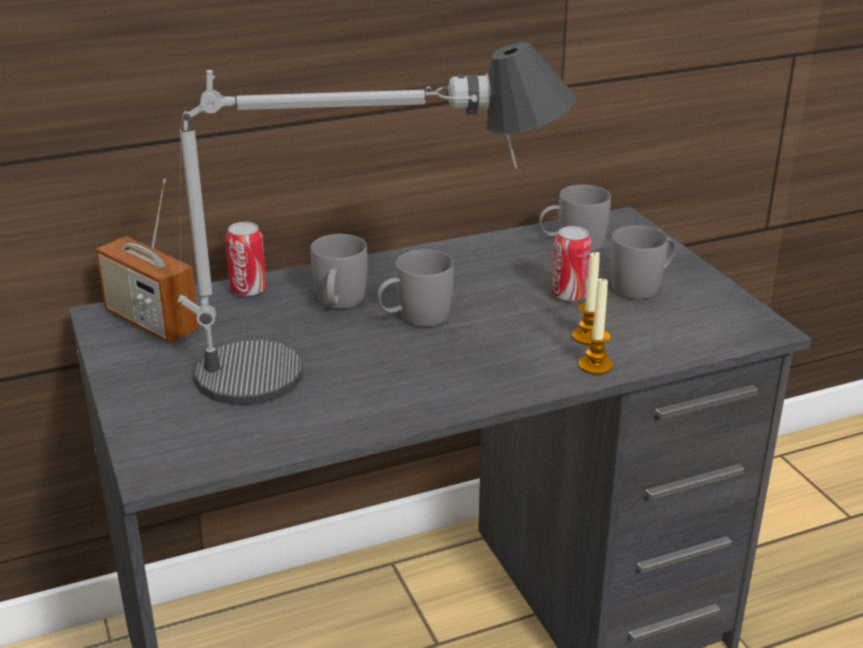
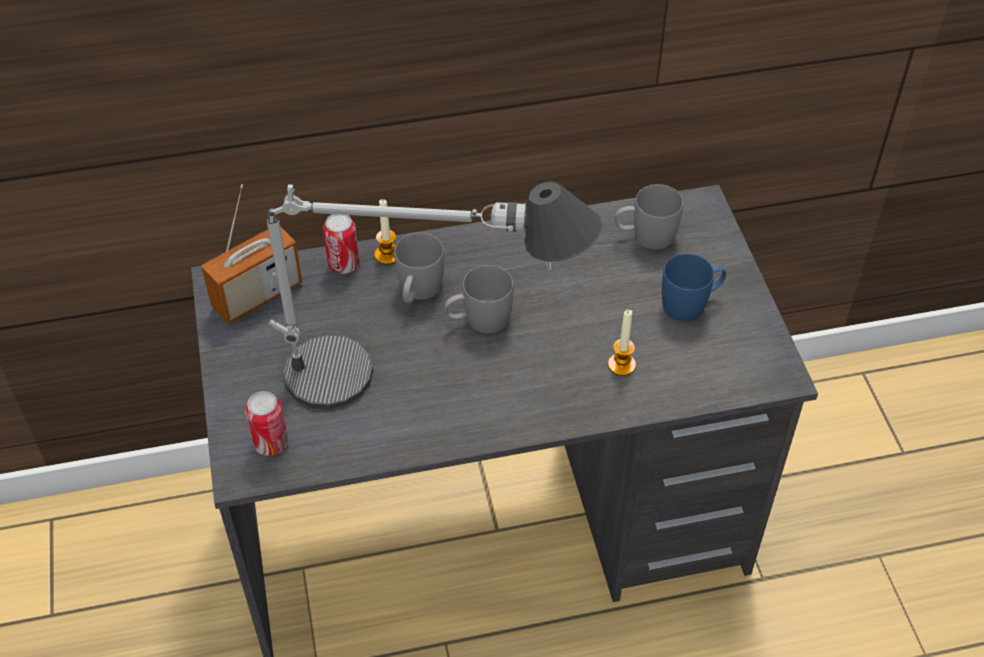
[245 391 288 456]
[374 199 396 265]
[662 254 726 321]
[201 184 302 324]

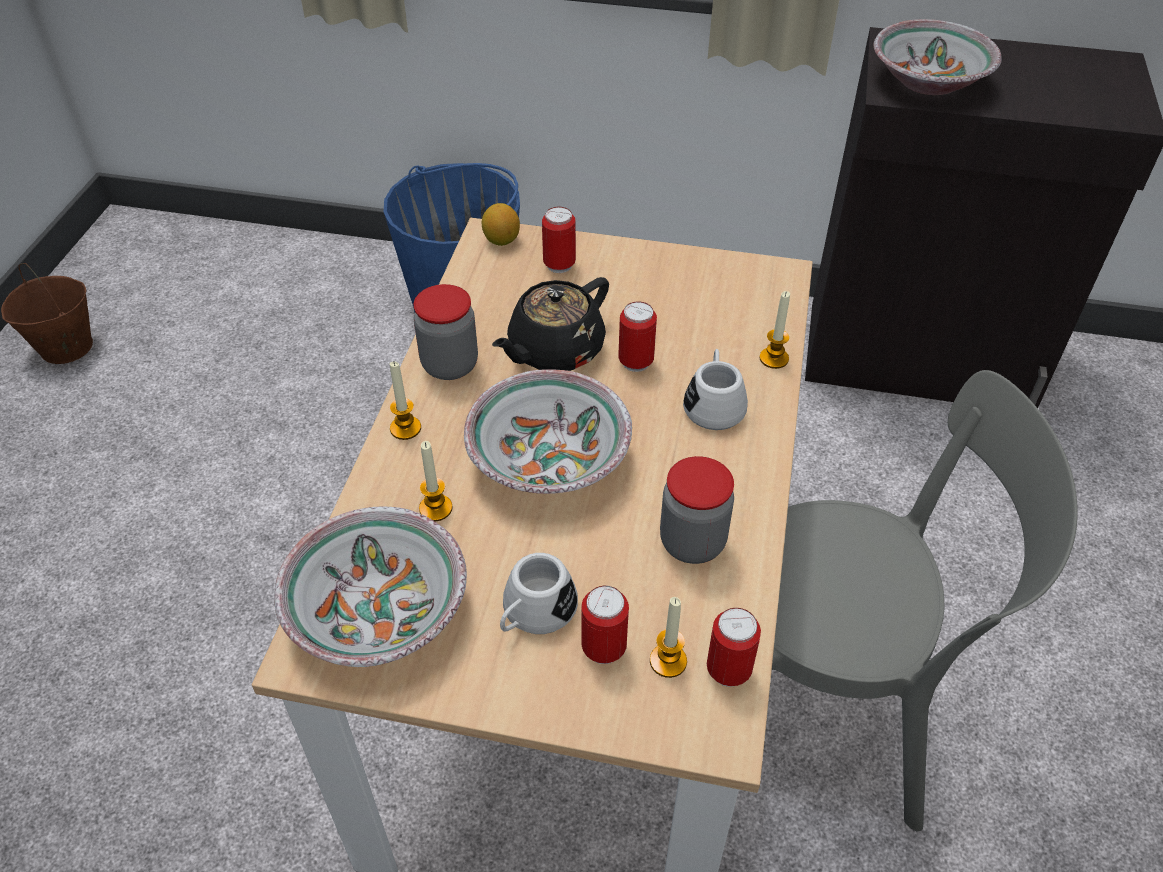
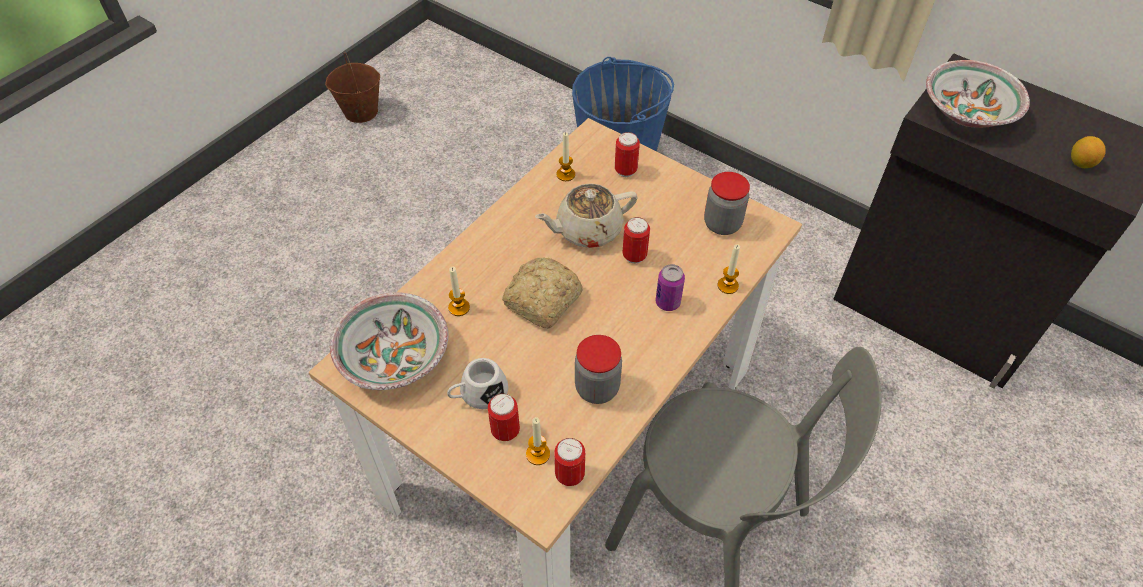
[556 132 575 181]
[704 172 750 235]
[1071 136 1106 168]
[502 258 583 328]
[656 264 685 311]
[535 183 638 248]

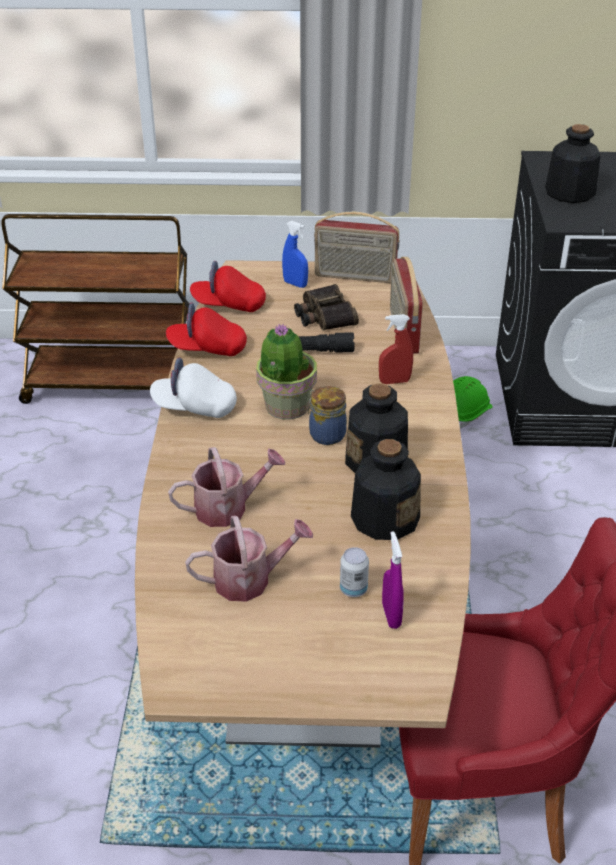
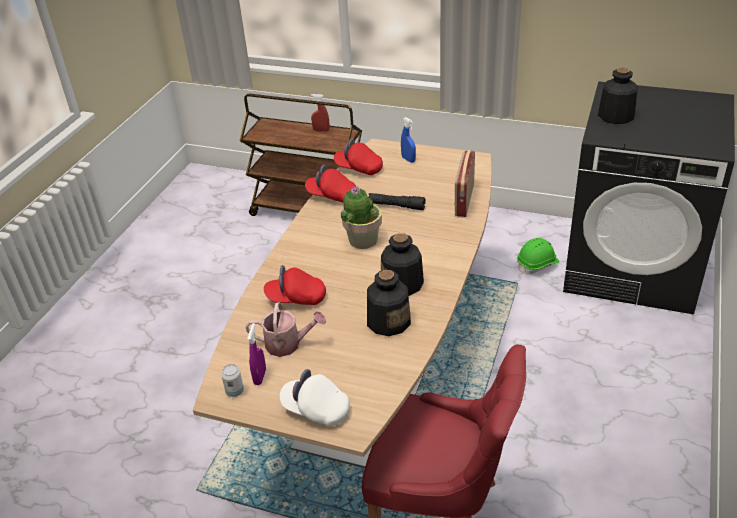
[294 284 359 331] (first image)
[308 386 347 445] (first image)
[314 212 400 283] (first image)
[280 369 350 426]
[221 364 244 397]
[311 94 329 131]
[247 323 266 385]
[264 265 326 305]

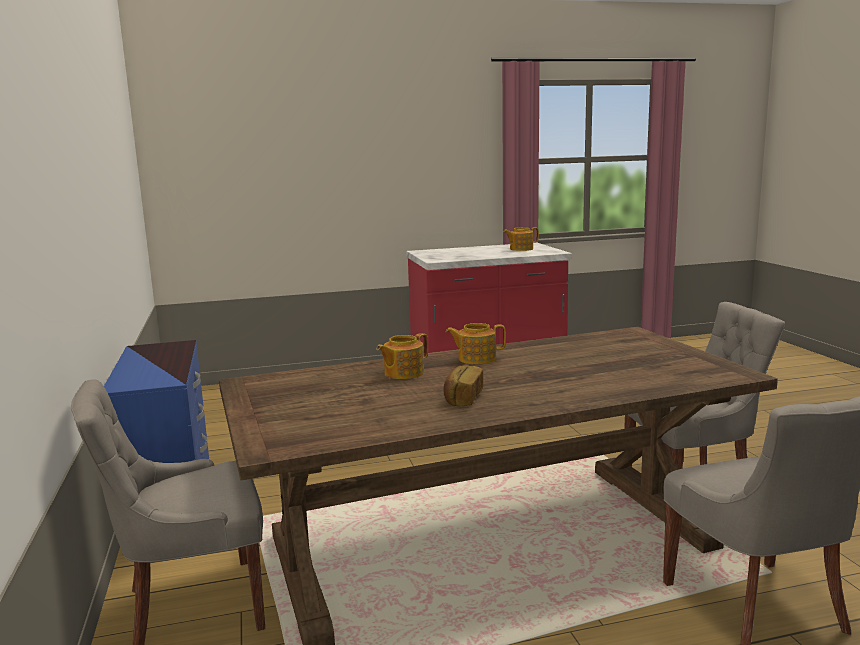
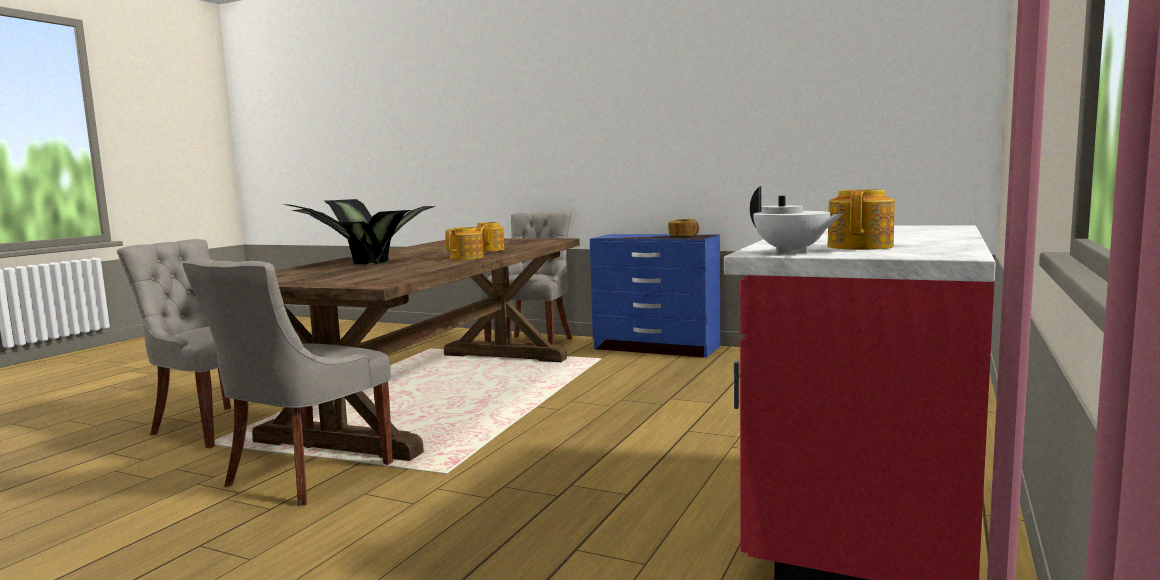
[283 199 436 265]
[750 186 843 254]
[668 219 699 236]

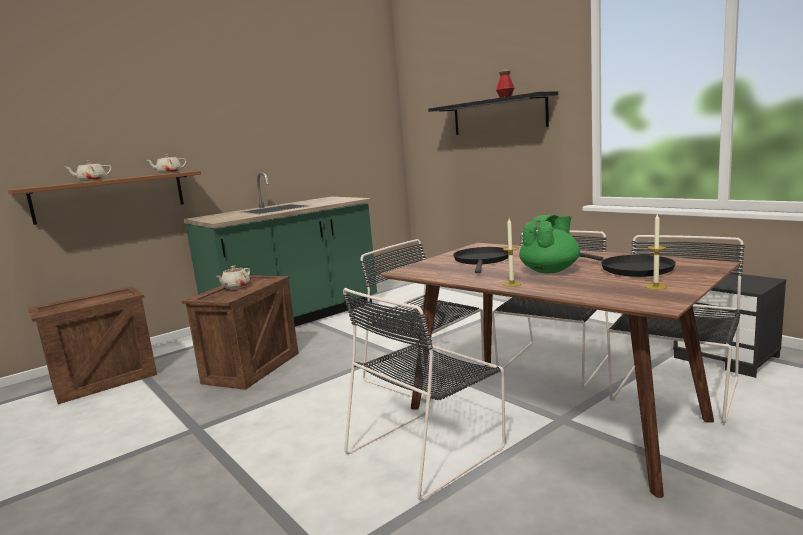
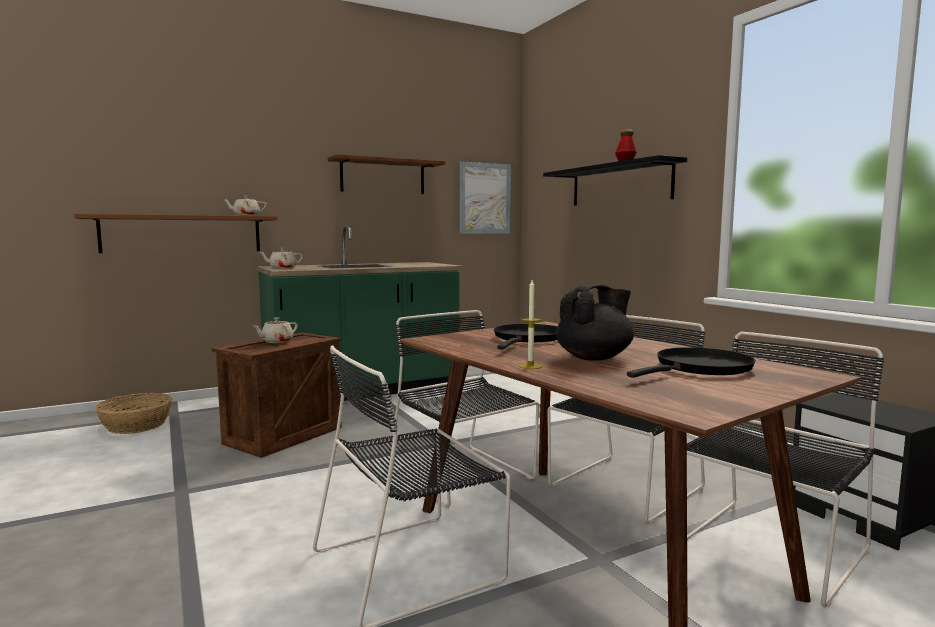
[645 214 667 290] (first image)
[328 154 445 194]
[460 161 511 233]
[259 247 303 269]
[95 393 172 434]
[556 285 634 361]
[627 347 756 378]

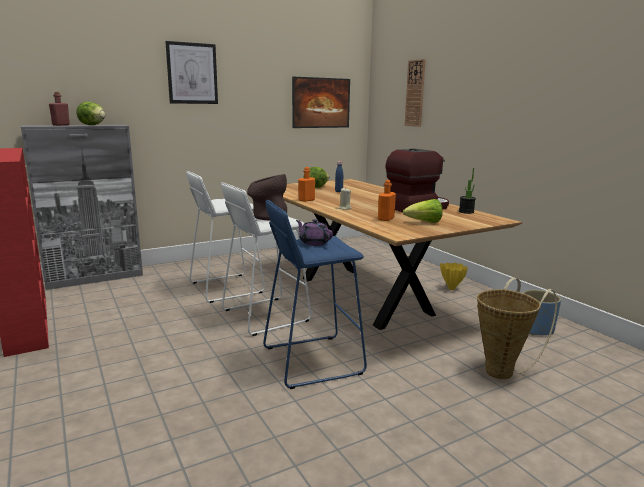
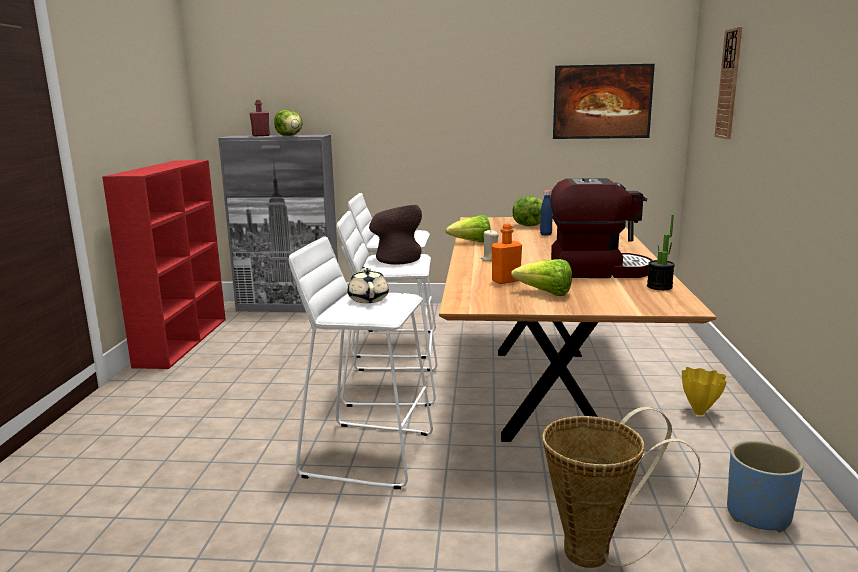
[165 41 218 104] (first image)
[445 215 490 242]
[289 237 433 489]
[347 267 389 303]

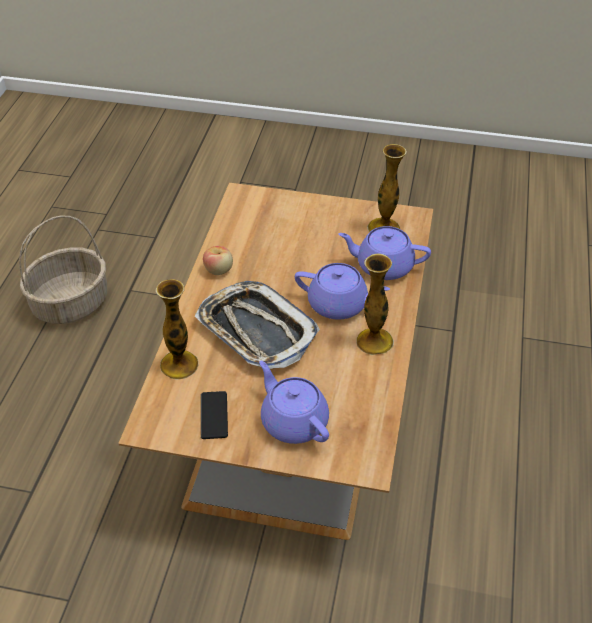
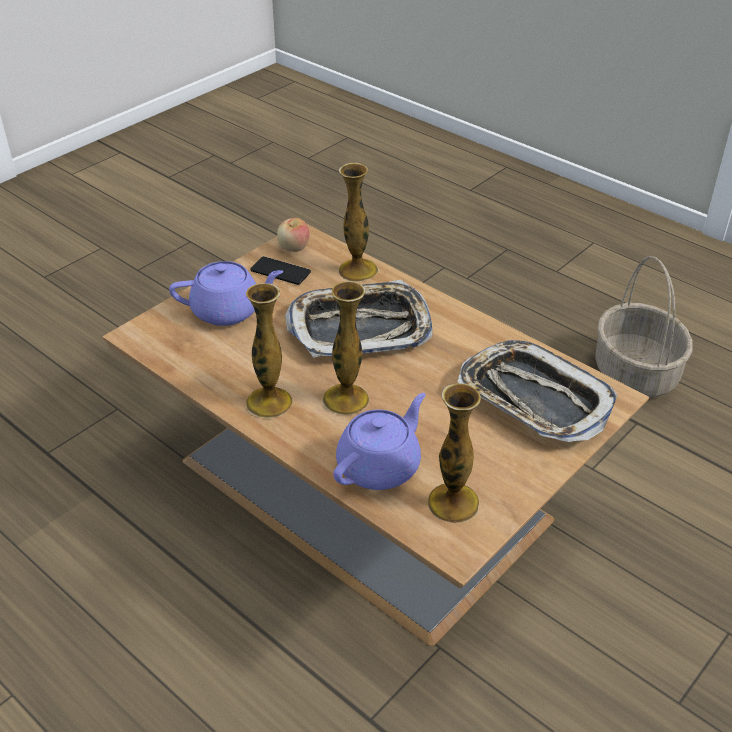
[458 340 618 442]
[277 218 310 252]
[323 281 369 415]

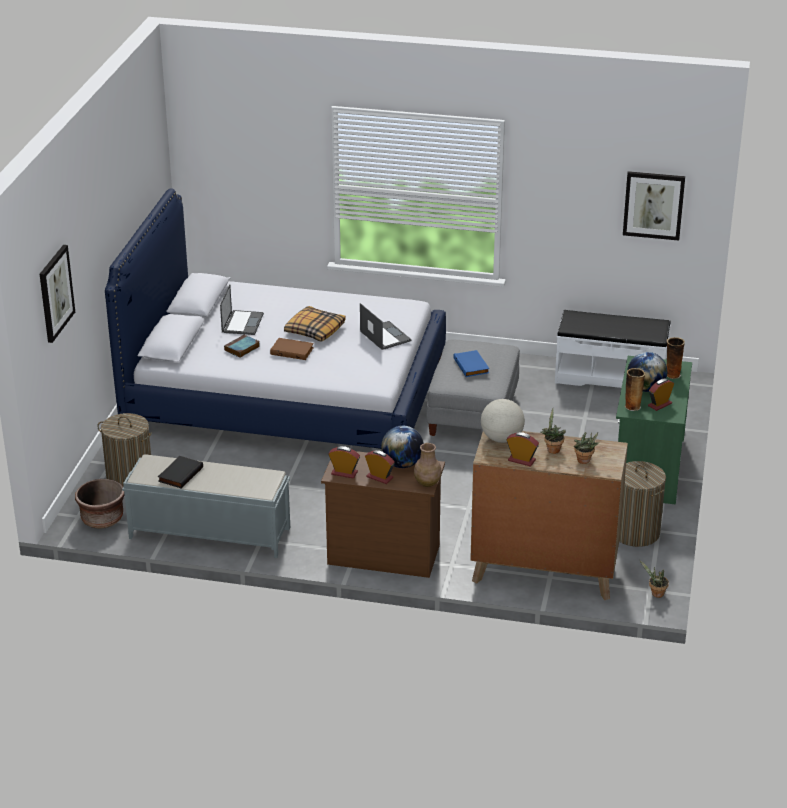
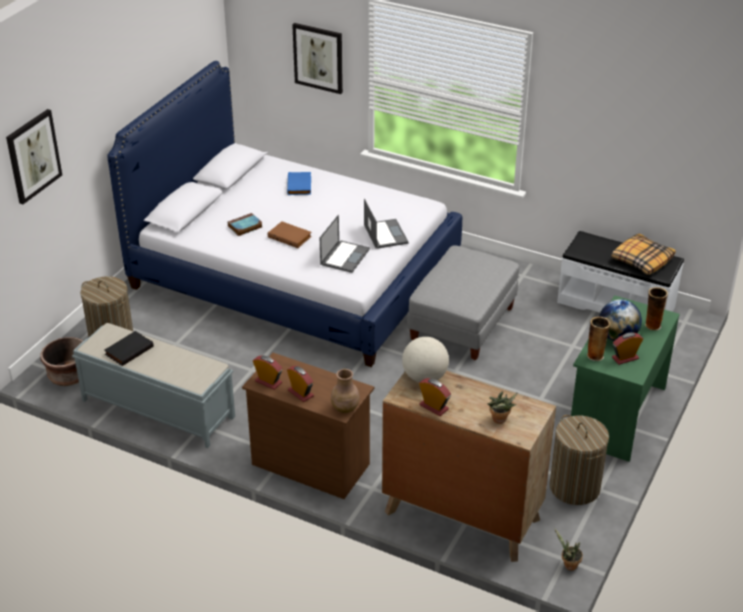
[381 425 424 468] (first image)
[541 408 566 454] (first image)
[320 215 370 273]
[611 233 676 275]
[287 172 311 195]
[292 23 343 94]

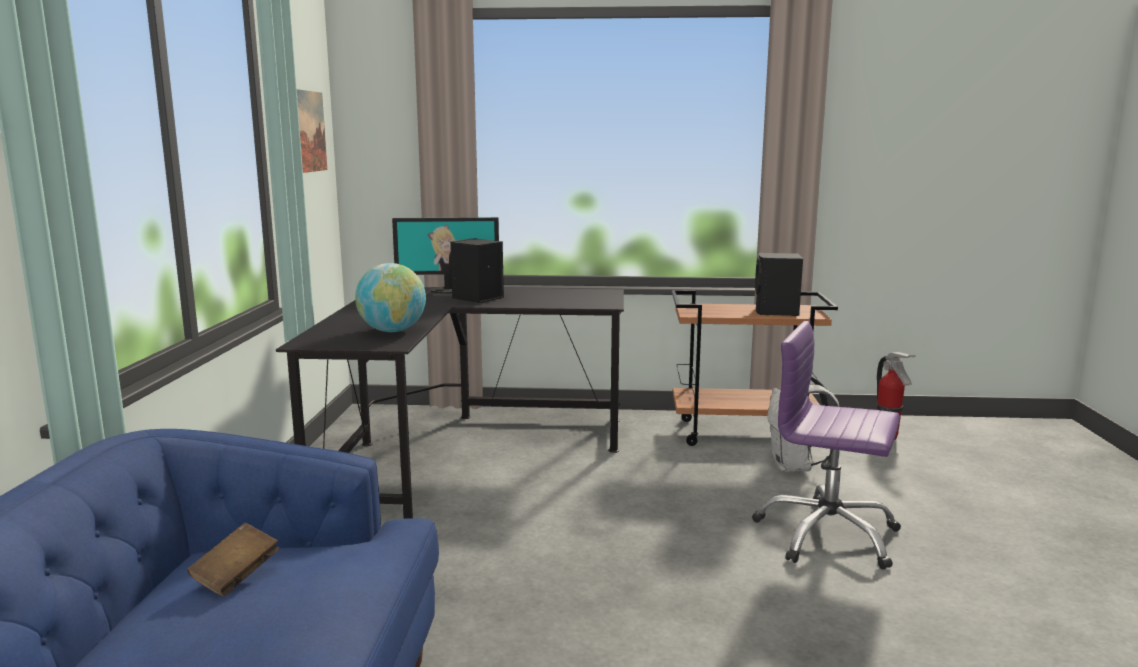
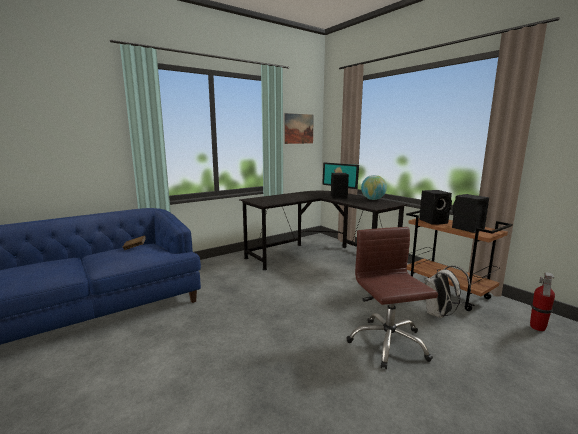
[419 190 452 225]
[361 175 387 200]
[346 227 438 369]

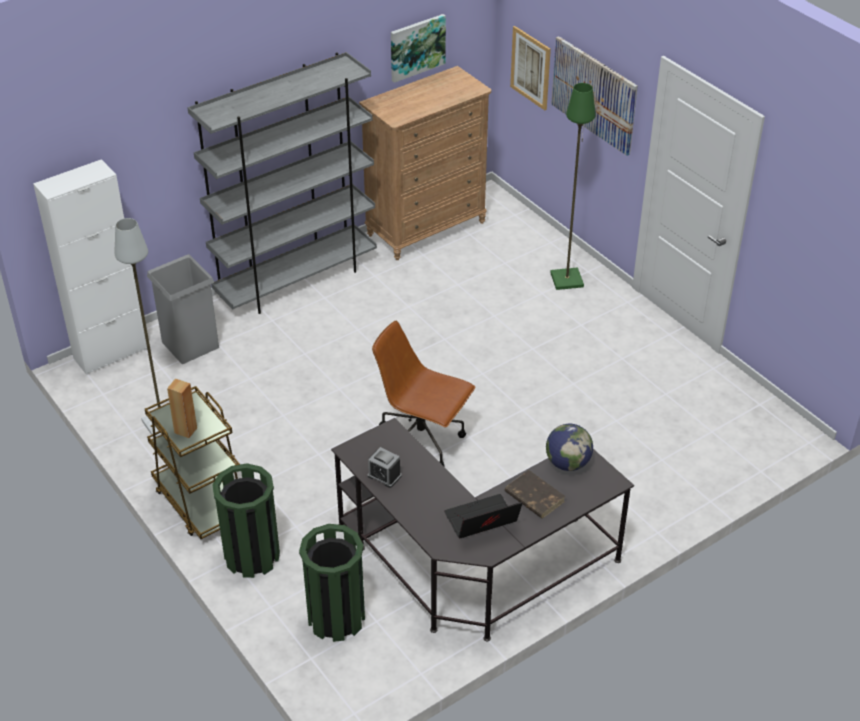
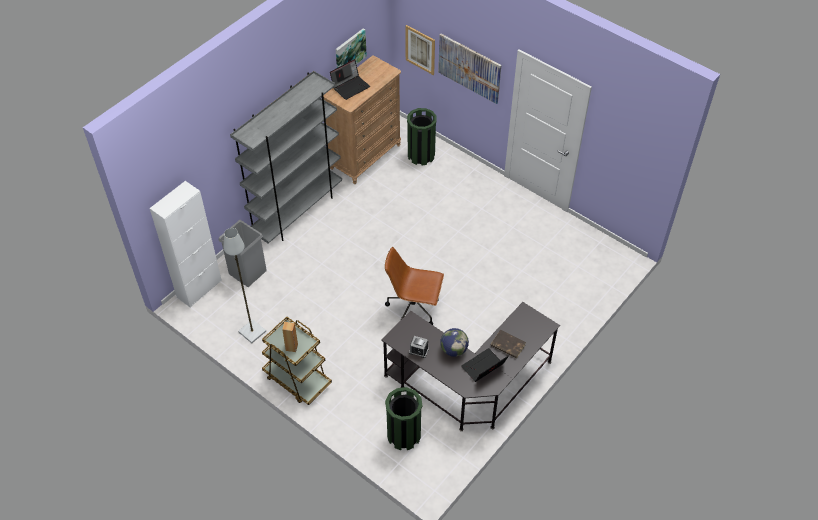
[550 83 596 290] (first image)
[330 59 370 100]
[407 108 437 165]
[440 328 469 357]

